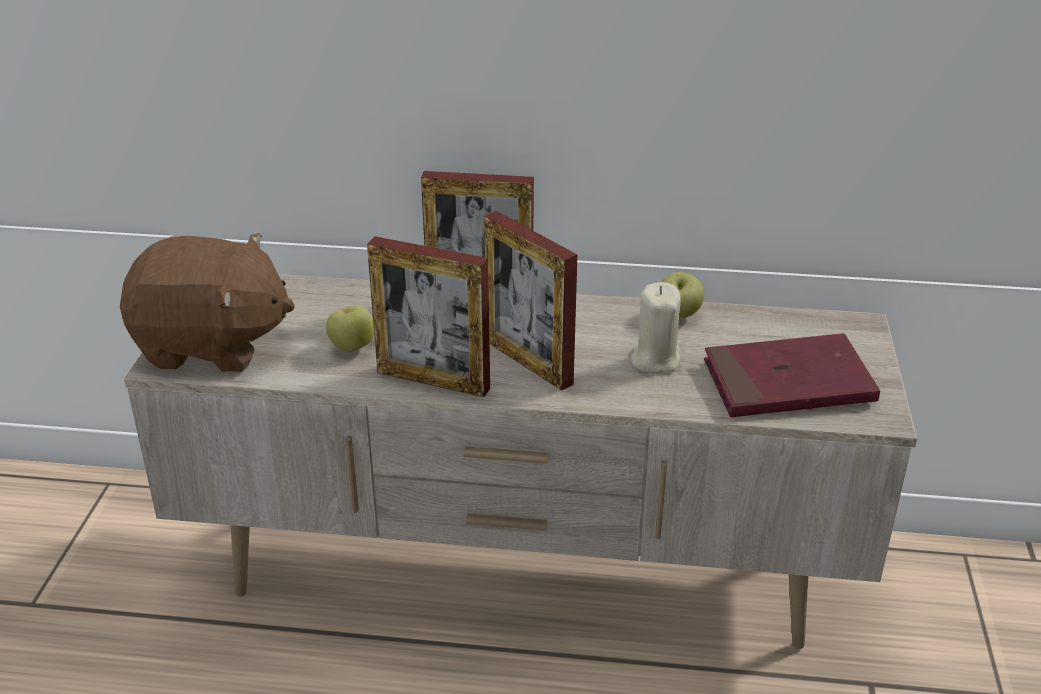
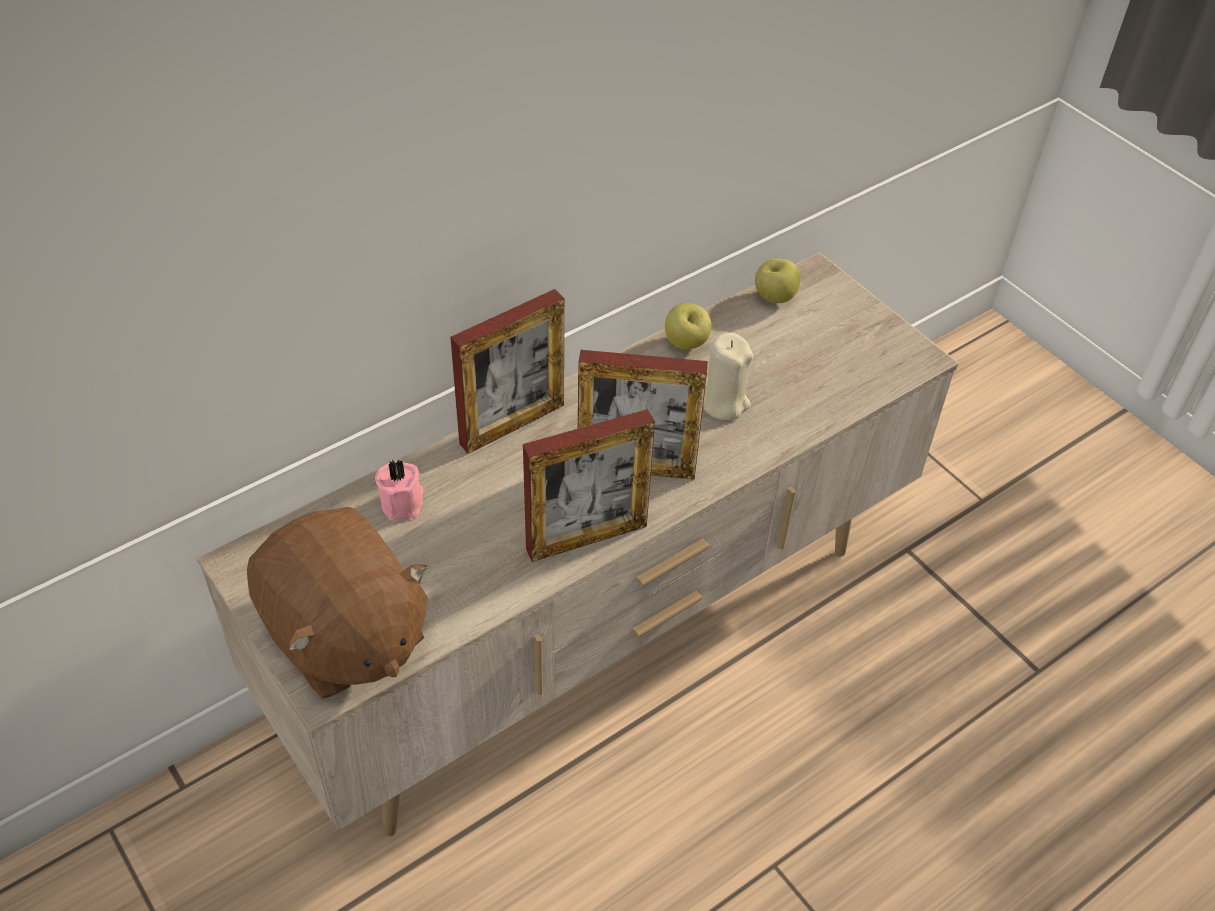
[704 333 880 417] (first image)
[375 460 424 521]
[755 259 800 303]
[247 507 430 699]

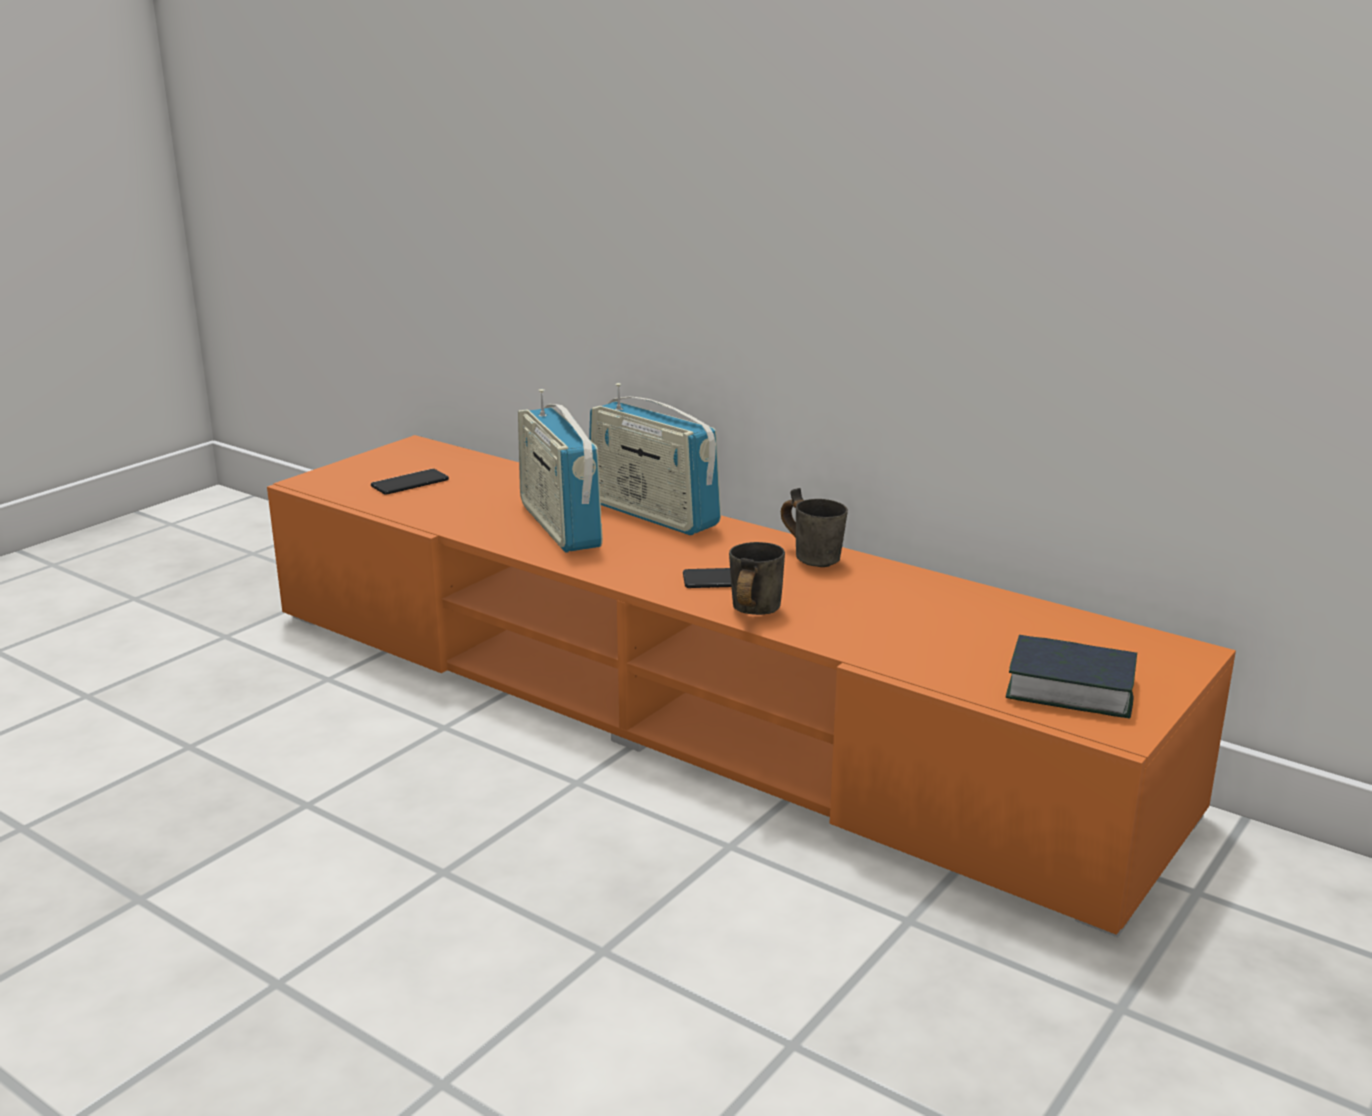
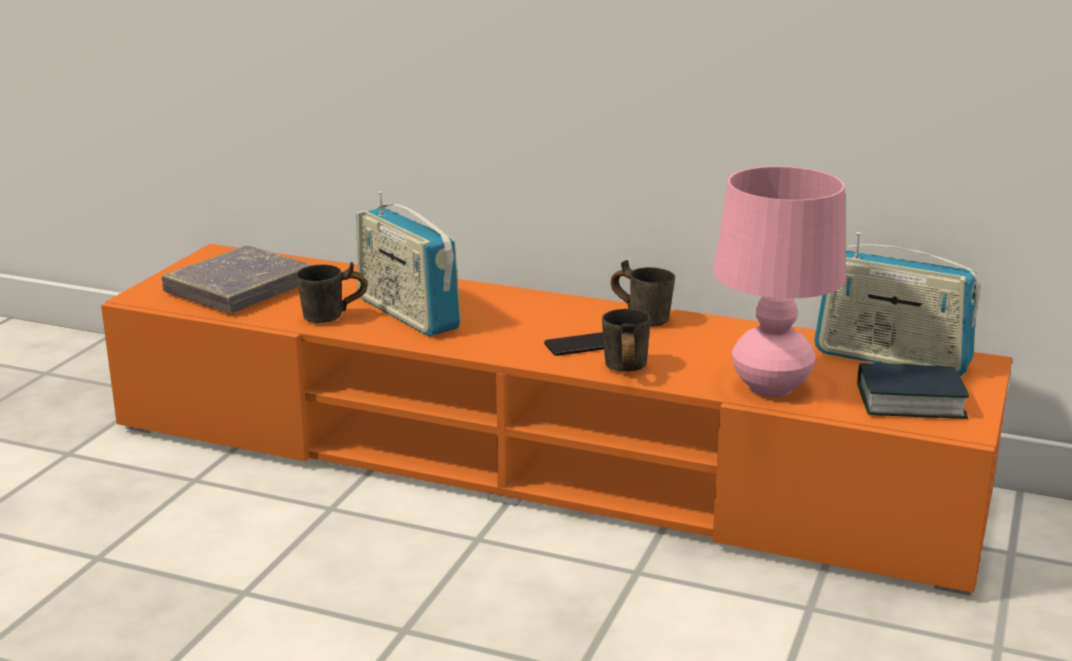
[296 262 367 323]
[713 166 846 397]
[814 232 981 376]
[161 246 312 313]

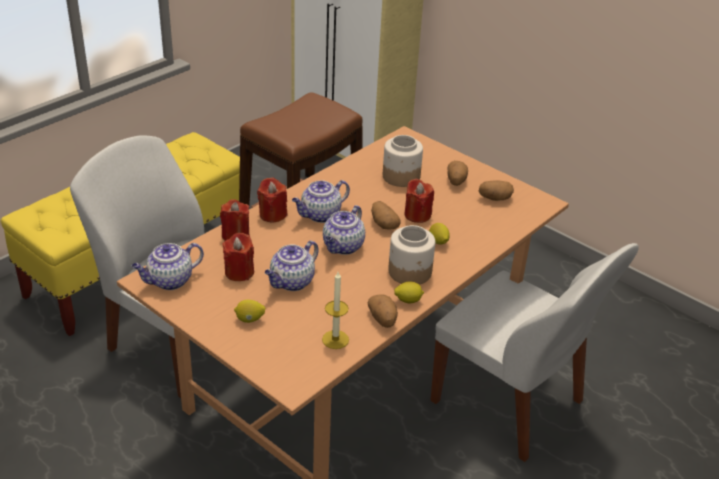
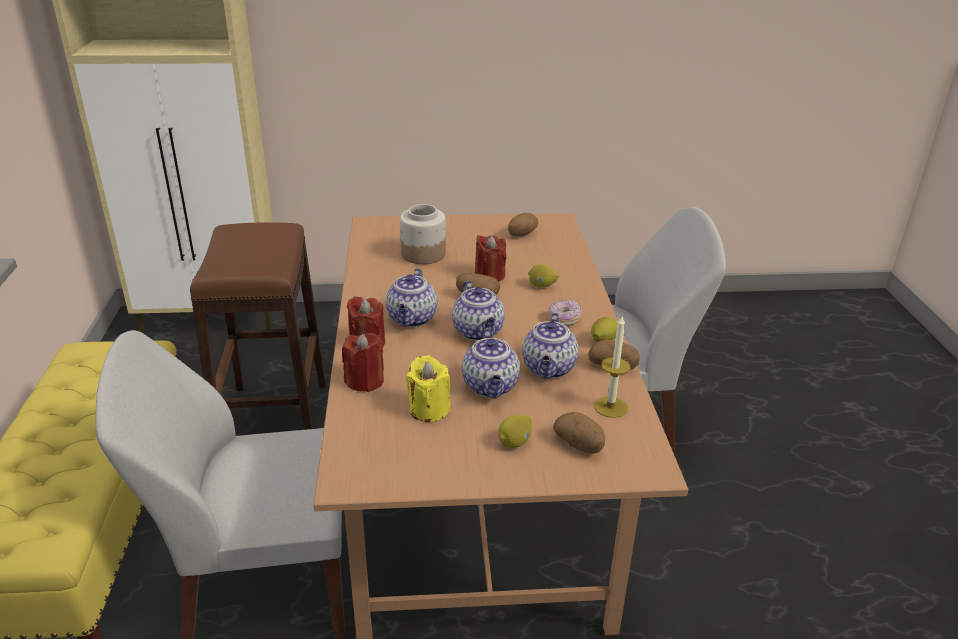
[522 313 579 379]
[553 412 605 454]
[549 300 582 326]
[406 355 451 422]

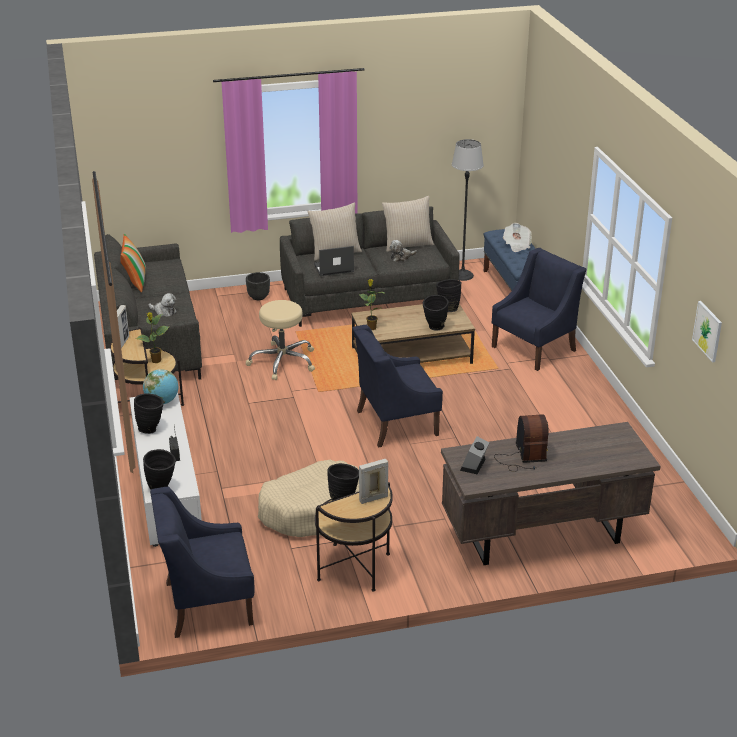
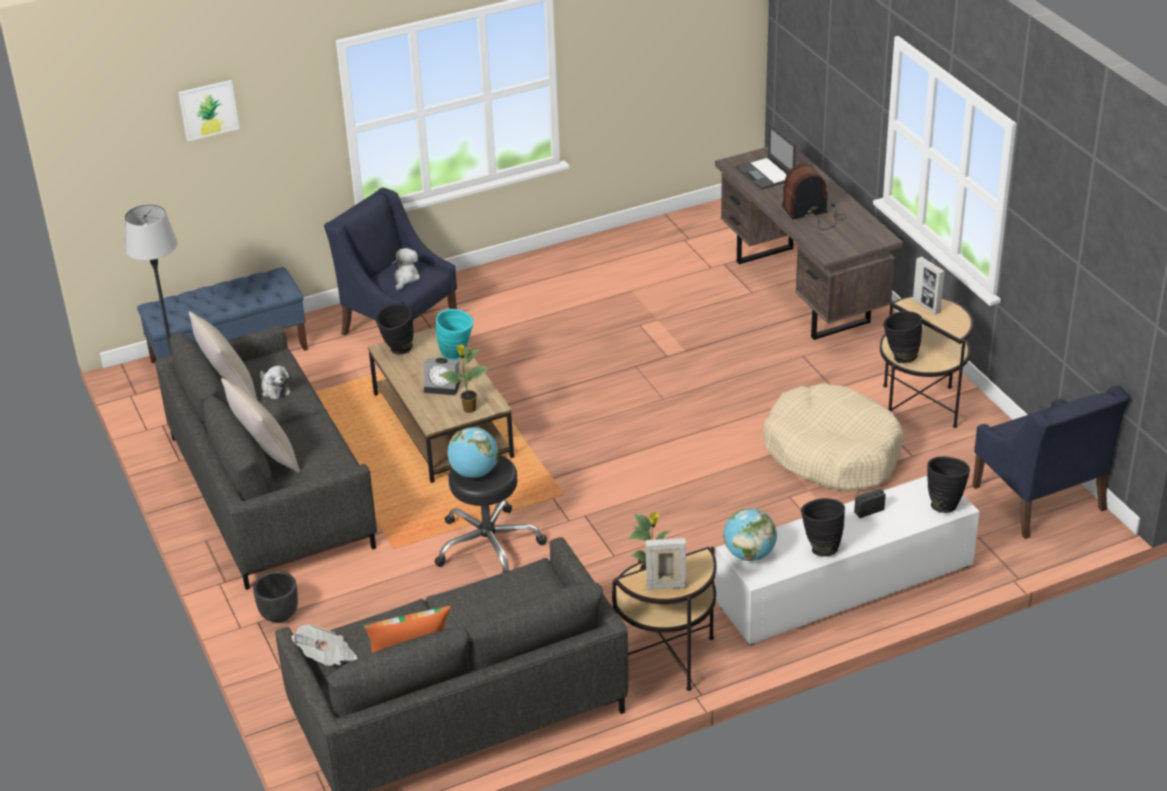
[352 324 443 447] (first image)
[447 427 499 478]
[392 248 420 290]
[736 124 796 190]
[424 358 460 395]
[291 624 358 666]
[179 80 239 141]
[434 454 547 573]
[436 309 473 360]

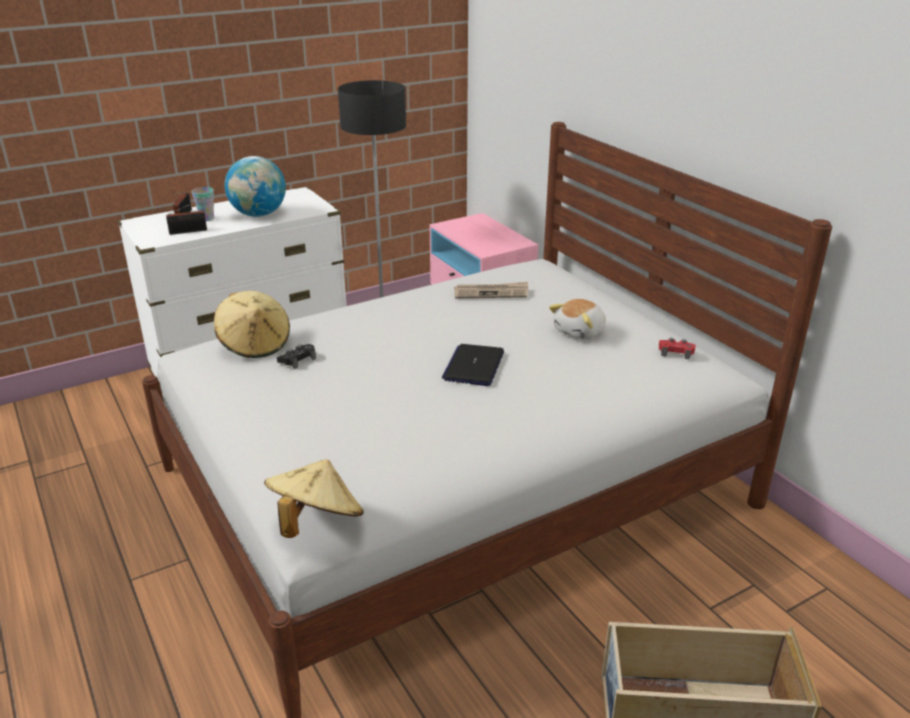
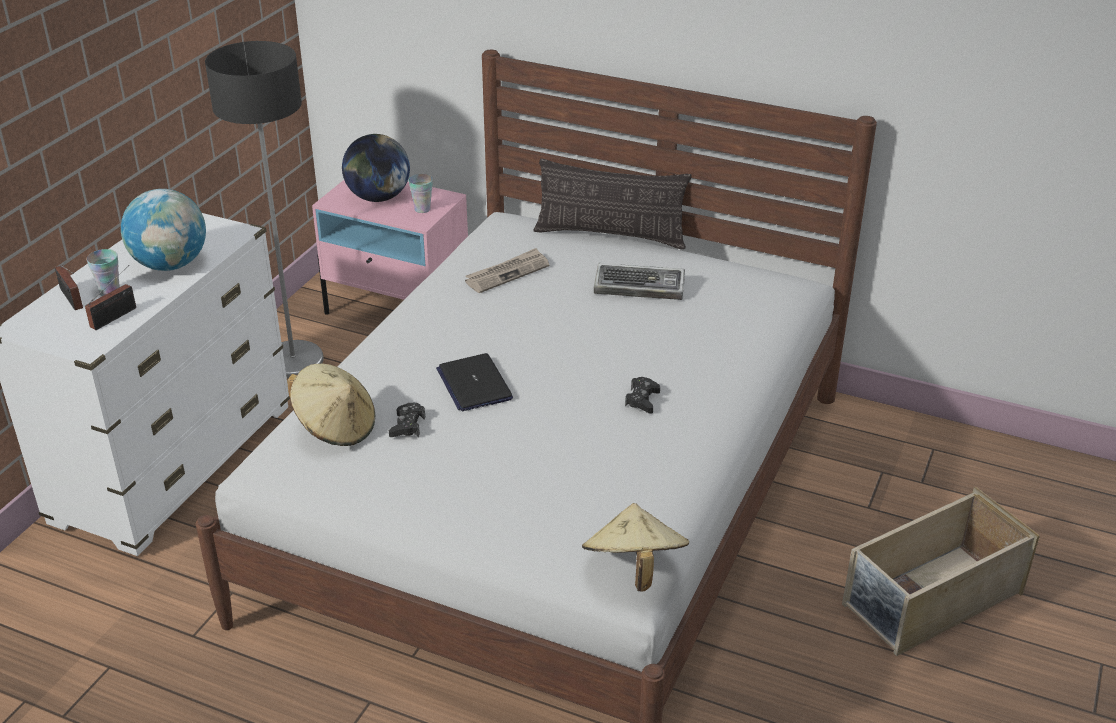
[659 338 696 359] (first image)
[342 134 410 202]
[408 174 433 213]
[533 158 692 249]
[625 377 660 414]
[436 353 513 411]
[594 263 685 300]

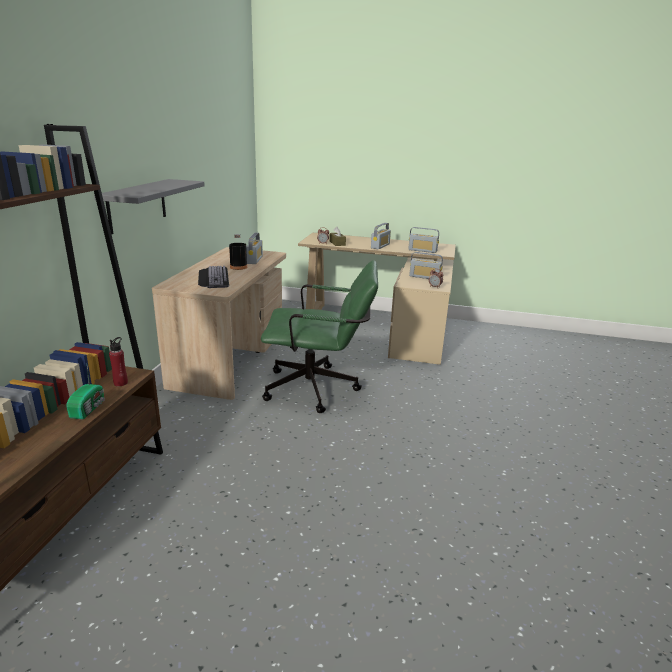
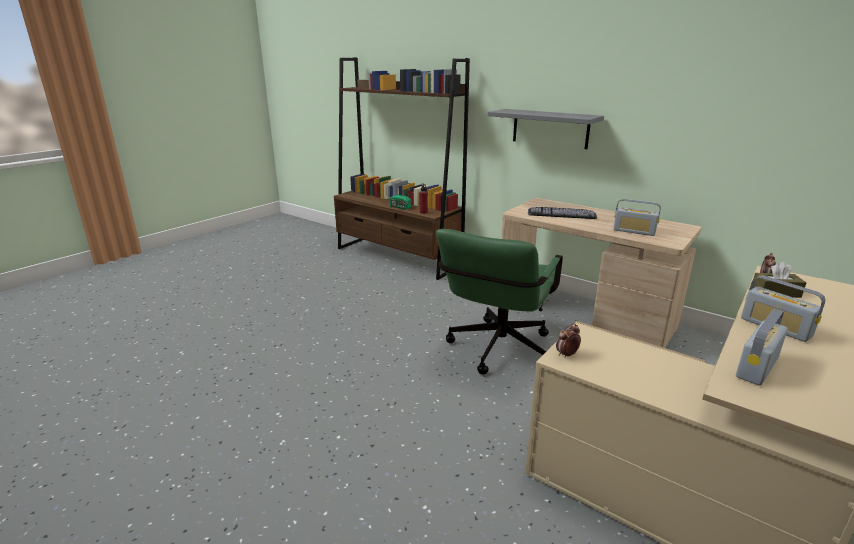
[229 234 247 270] (first image)
[409 252 443 279] (first image)

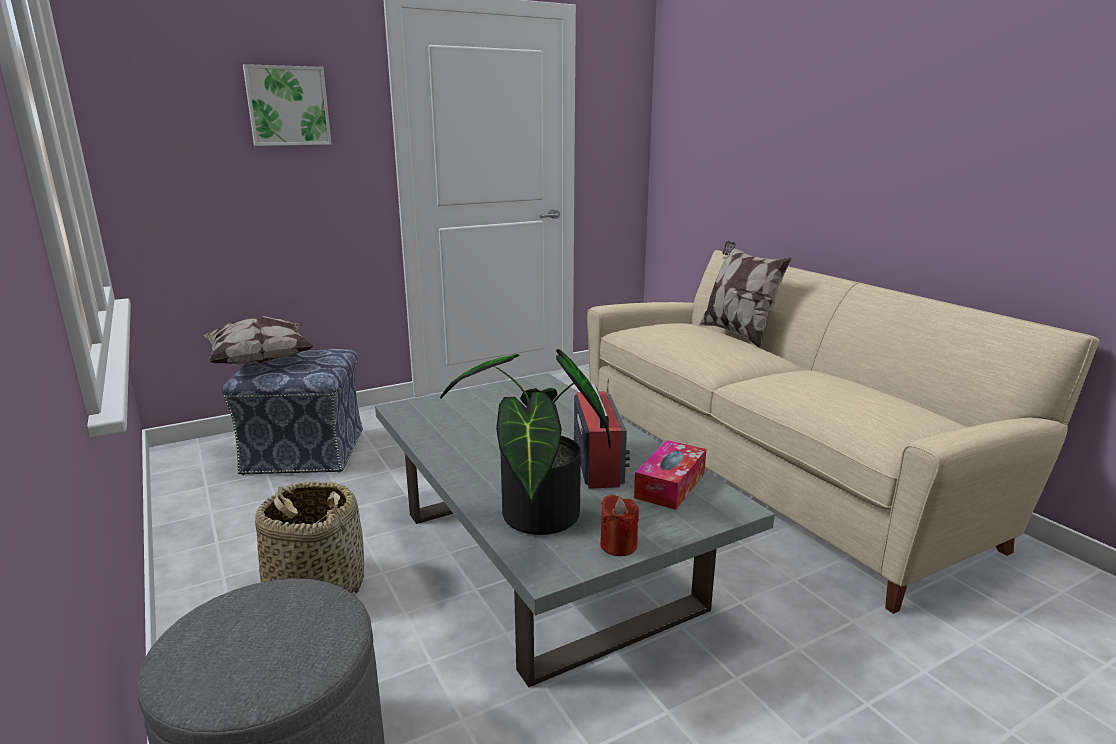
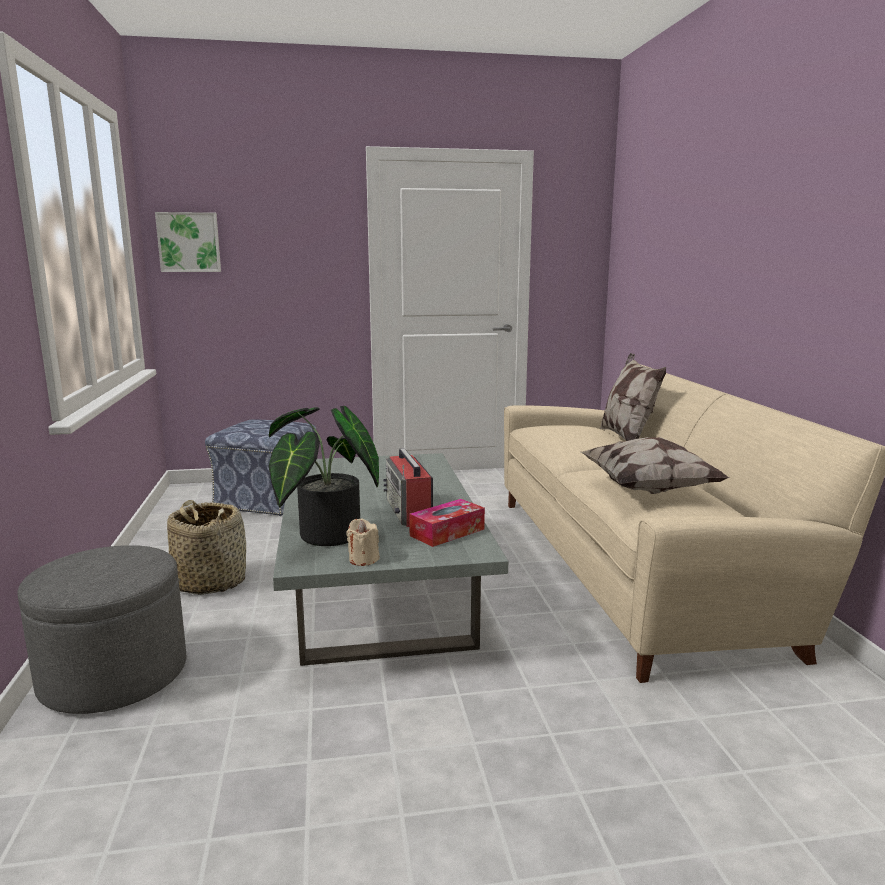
[581 437 730 494]
[155 212 221 272]
[346 518 379 566]
[383 448 433 527]

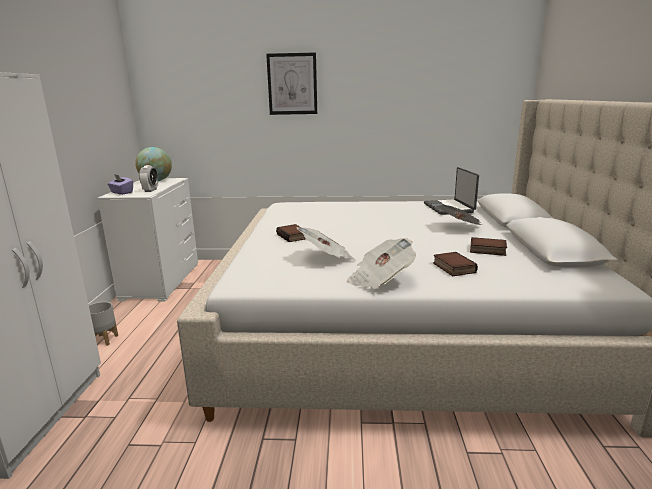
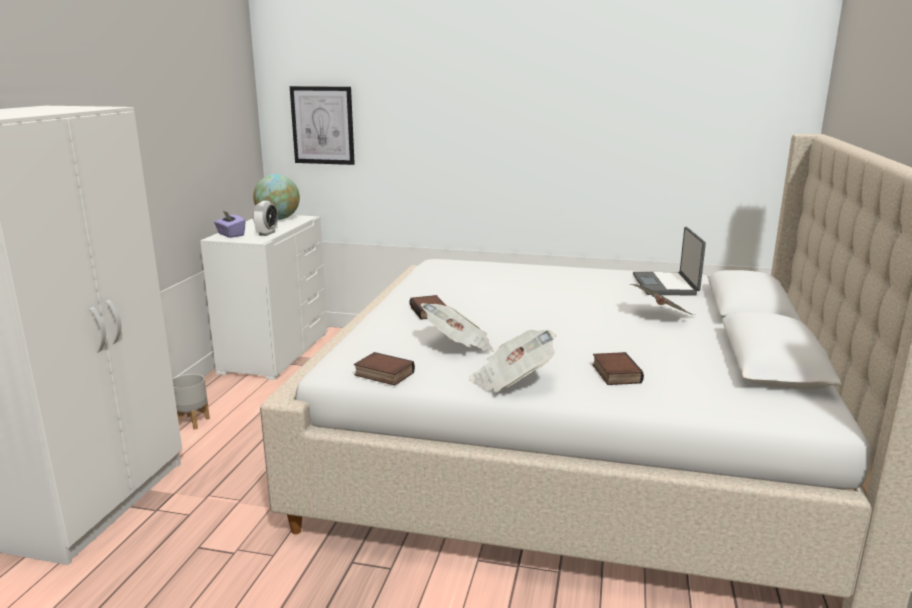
[290 86 355 165]
[354 352 415 386]

